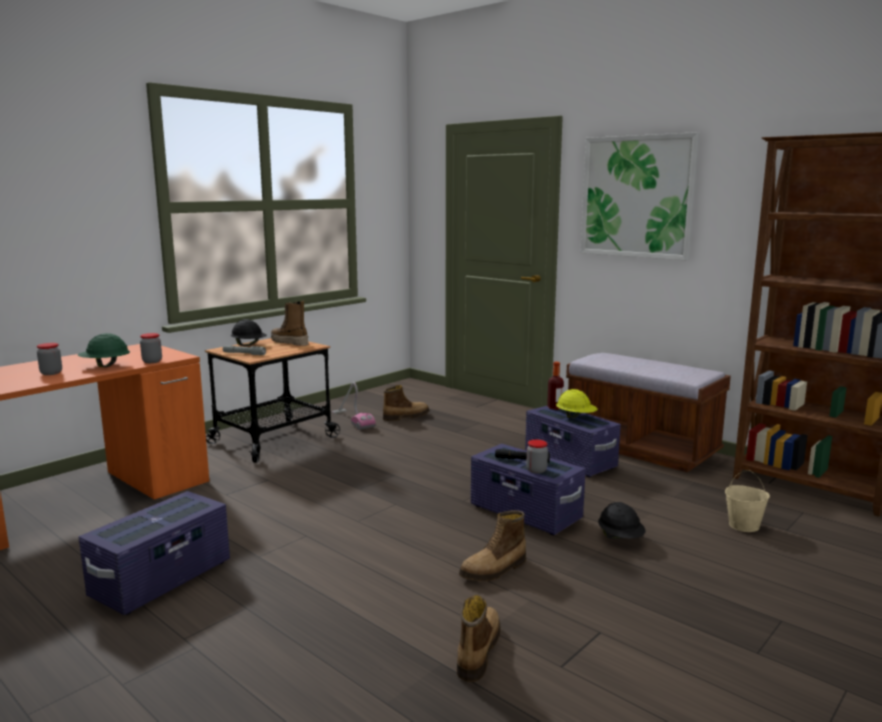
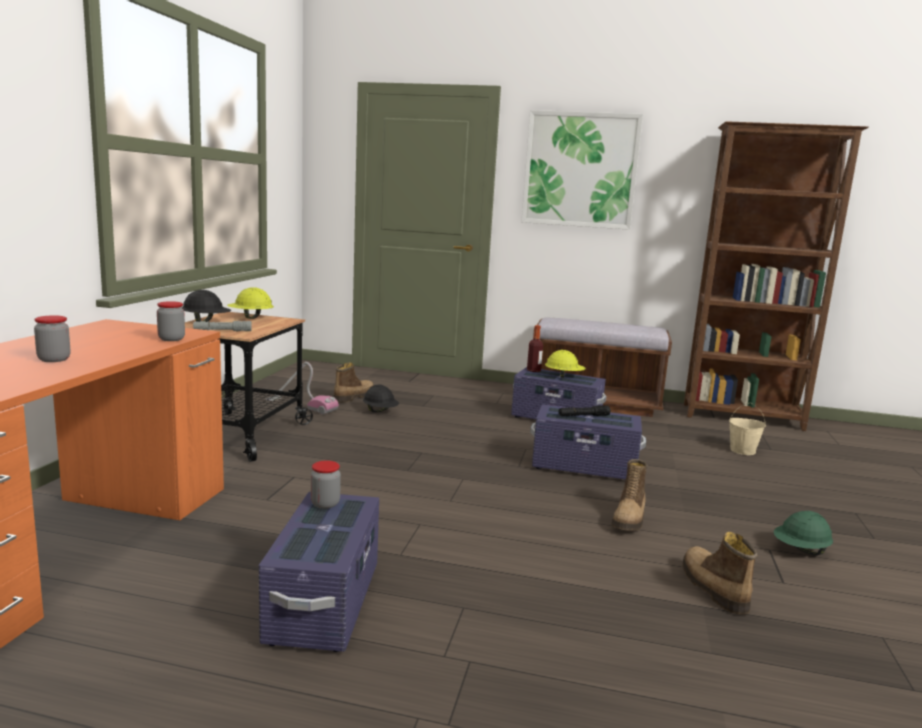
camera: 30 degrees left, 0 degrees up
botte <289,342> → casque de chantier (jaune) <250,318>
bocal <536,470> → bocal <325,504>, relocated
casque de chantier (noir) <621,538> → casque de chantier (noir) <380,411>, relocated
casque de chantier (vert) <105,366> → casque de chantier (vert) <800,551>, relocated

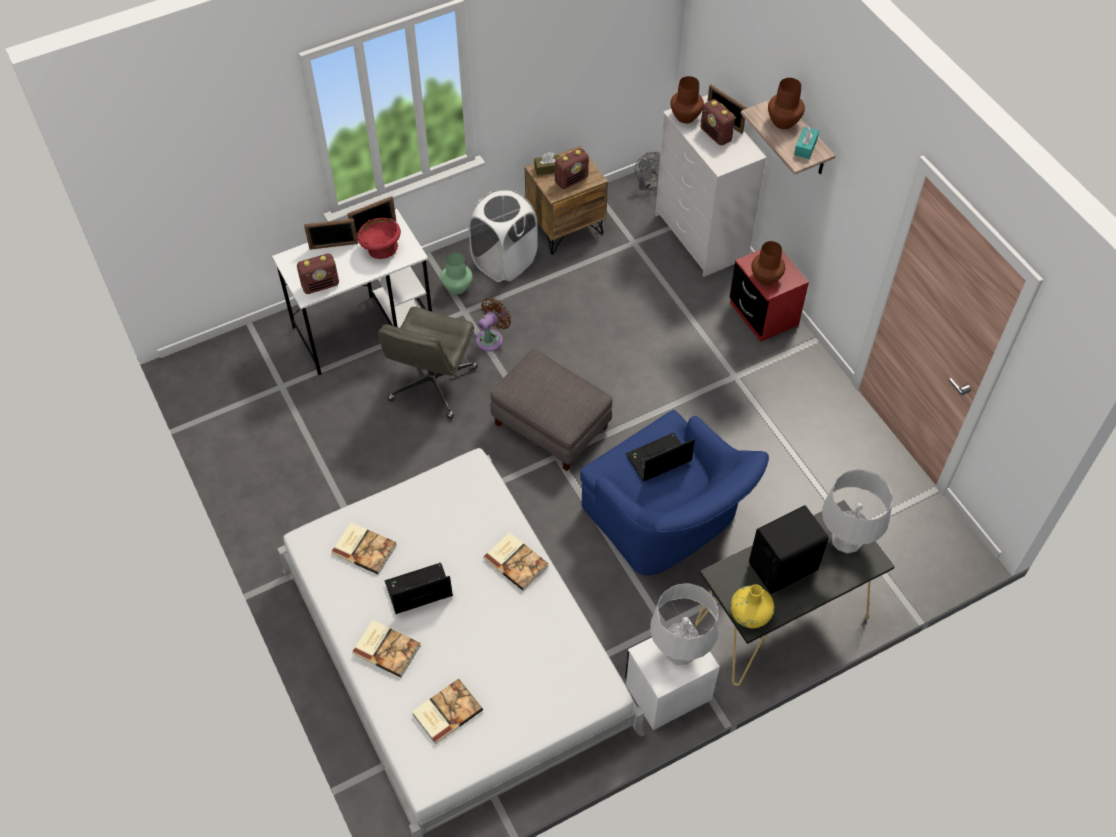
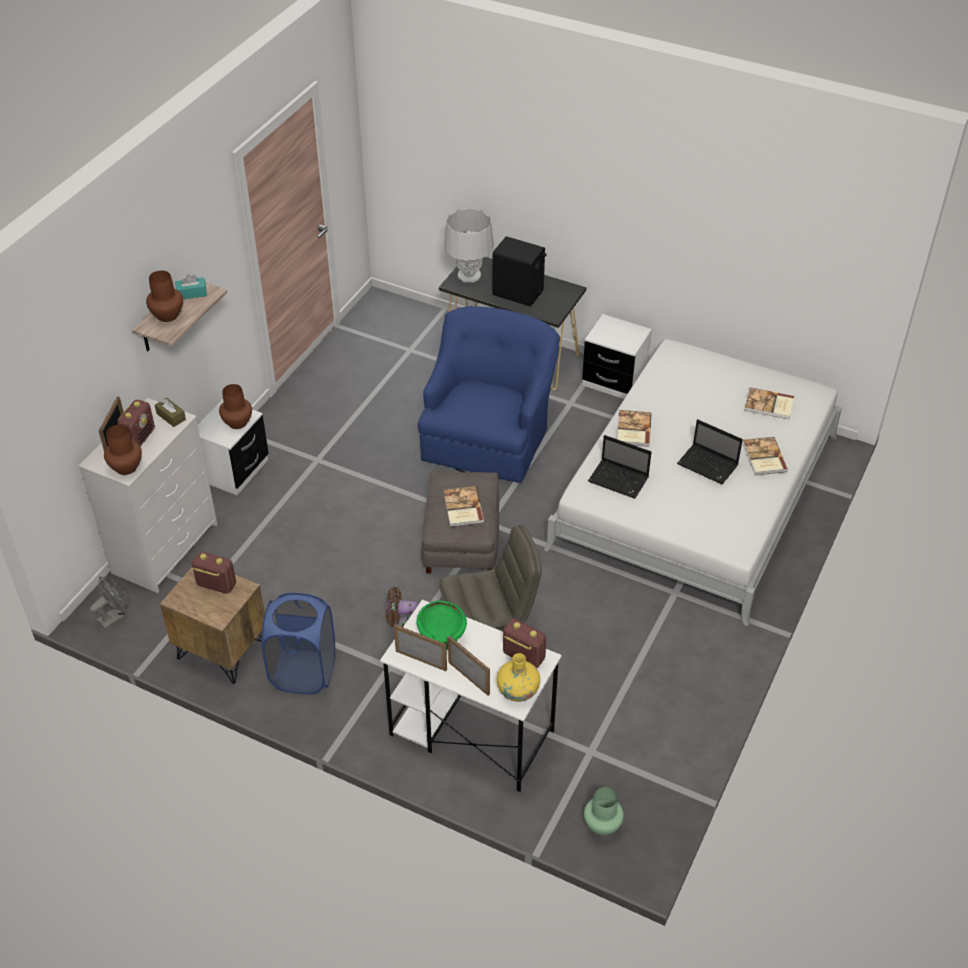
camera: 125 degrees left, 10 degrees down
boîte à mouchoirs (marron) <548,169> → boîte à mouchoirs (marron) <171,416>, relocated
table de chevet (rouge) <763,314> → table de chevet (blanc) <234,470>
panier à linge (blanc) <504,262> → panier à linge (bleu) <303,672>
bol (rouge) <381,249> → bol (vert) <442,638>
livre <364,548> → livre <462,508>, relocated
vase (jaune) <750,615> → vase (jaune) <518,691>, relocated
vase (vert) <457,287> → vase (vert) <601,825>, relocated
ordinateur portable <657,459> → ordinateur portable <619,480>, relocated
lampe de table (gris) <680,650> → -

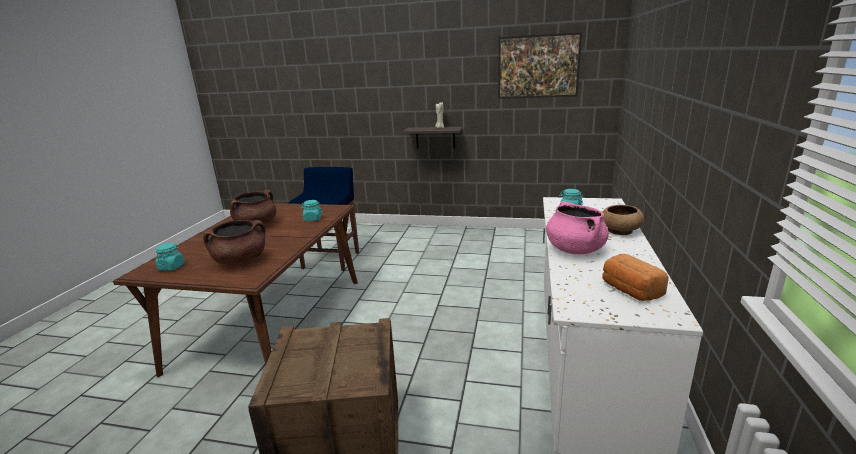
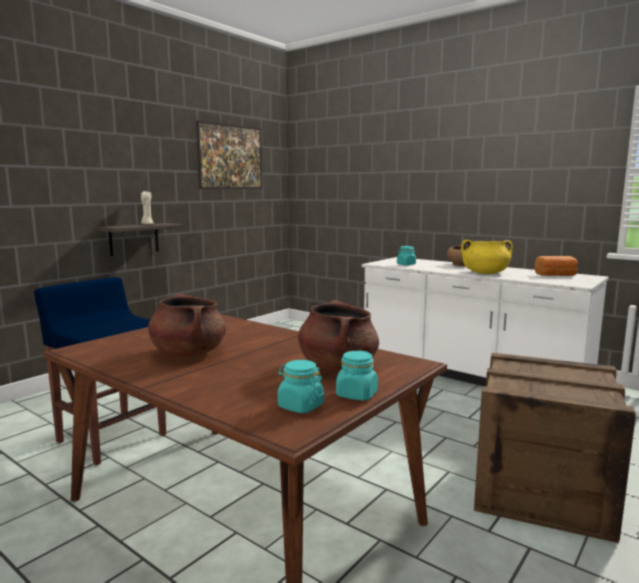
camera: 65 degrees left, 10 degrees down
bocal (turquoise) <312,219> → bocal (turquoise) <356,395>, relocated
marmite (rose) <574,249> → marmite (jaune) <485,273>

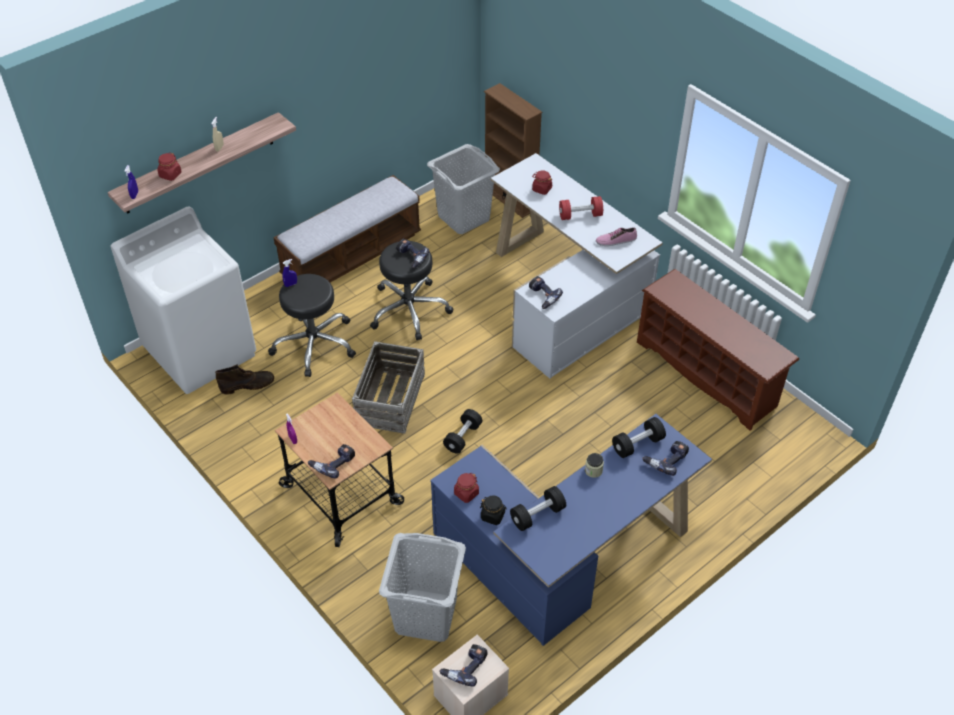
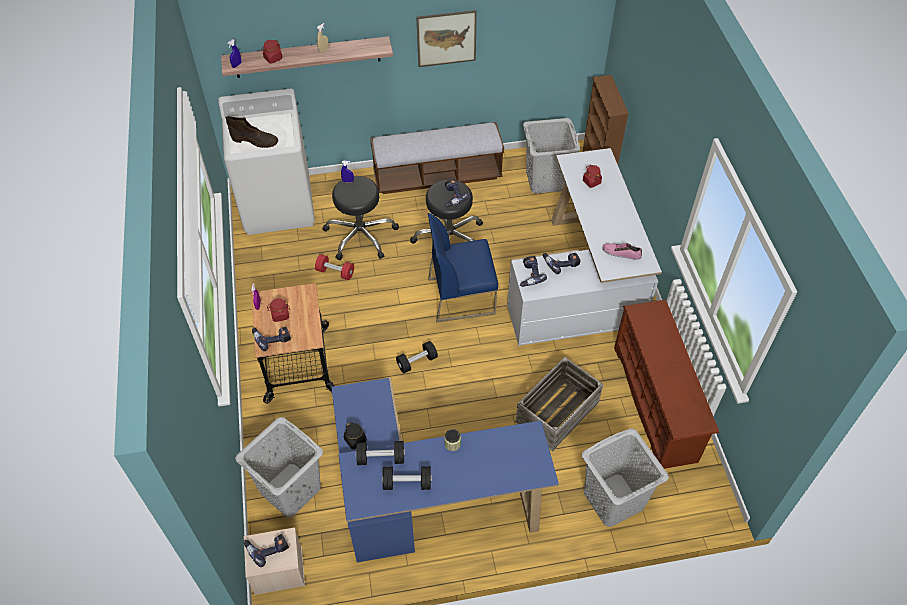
camera: 30 degrees right, 5 degrees up
botte (marron) <248,385> → botte (marron) <255,141>, relocated
bocal (rouge) <466,493> → bocal (rouge) <280,315>, relocated
haltère (rouge) <580,215> → haltère (rouge) <335,272>, relocated
haltère (noir) <637,444> → haltère (noir) <407,483>, relocated
- → tableau <446,38>
- → chaise (bleu) <461,296>
caisse <391,399> → caisse <557,413>, relocated
perceuse <666,460> → perceuse <561,263>, relocated
- → panier à linge (gris) <613,499>

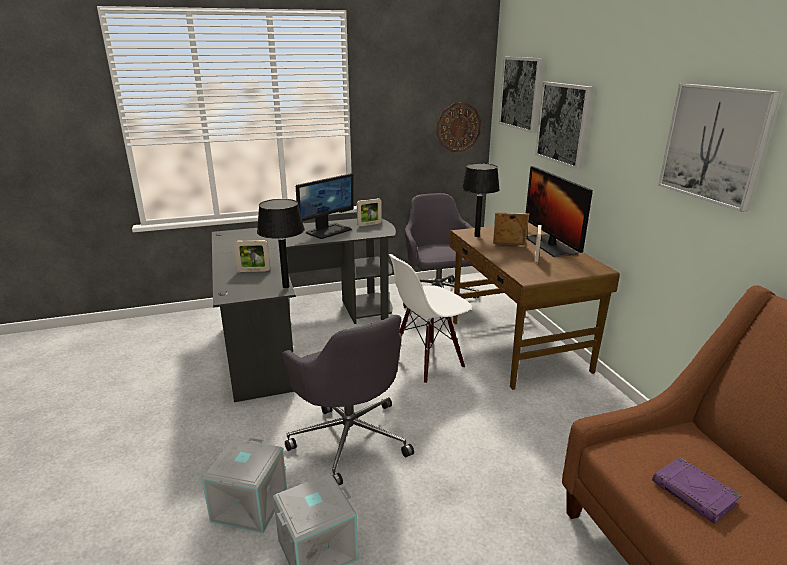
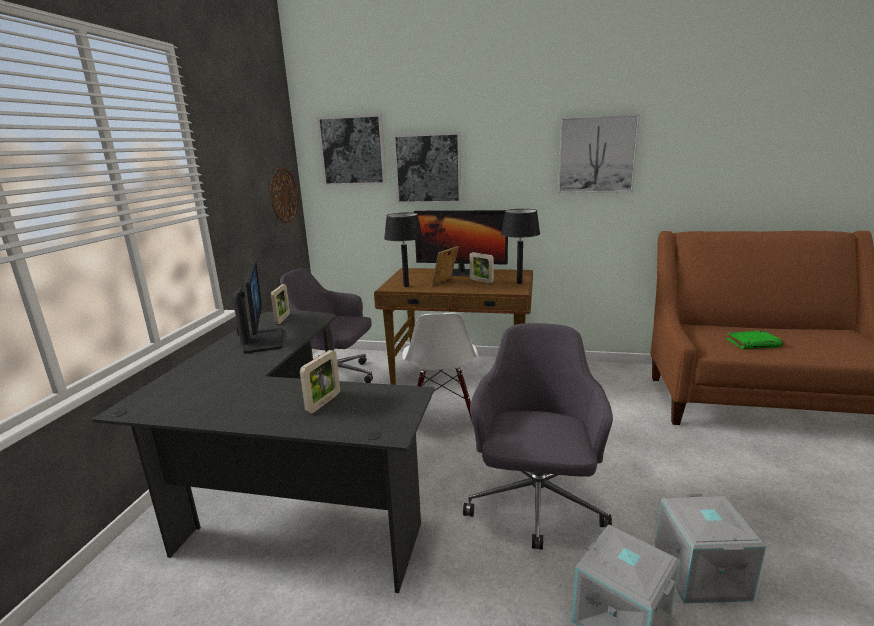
camera: 60 degrees left, 5 degrees down
chaise de bureau (gris) <350,437> → chaise de bureau (gris) <536,504>, 75 degrees counterclockwise
lampe de table (noir) <286,287> → lampe de table (noir) <519,283>, relocated
livre (violet) <695,493> → livre (vert) <753,343>

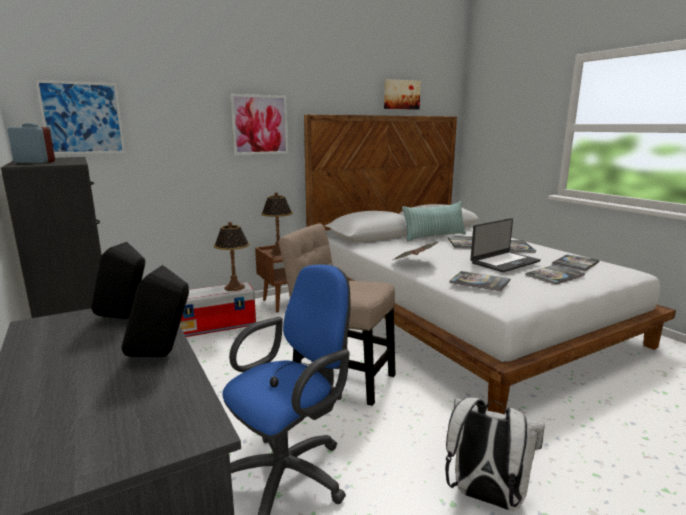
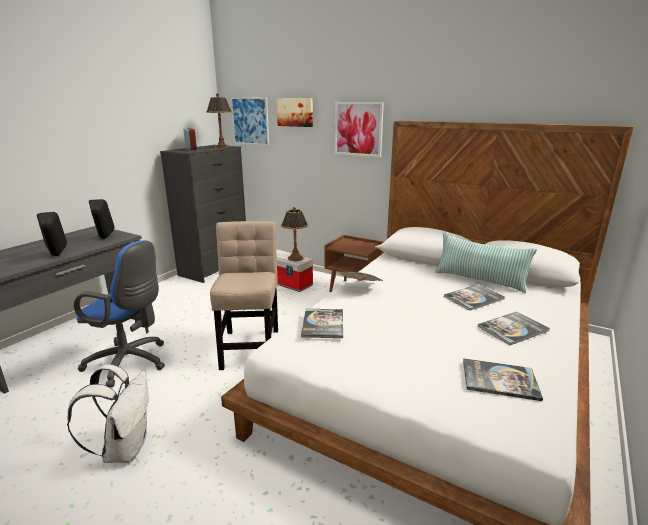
camera: 60 degrees right, 5 degrees up
lampe de table <278,253> → lampe de table <222,147>, relocated
tableau <401,94> → tableau <295,112>, relocated
ordinateur portable <504,262> → -
livre <554,275> → -

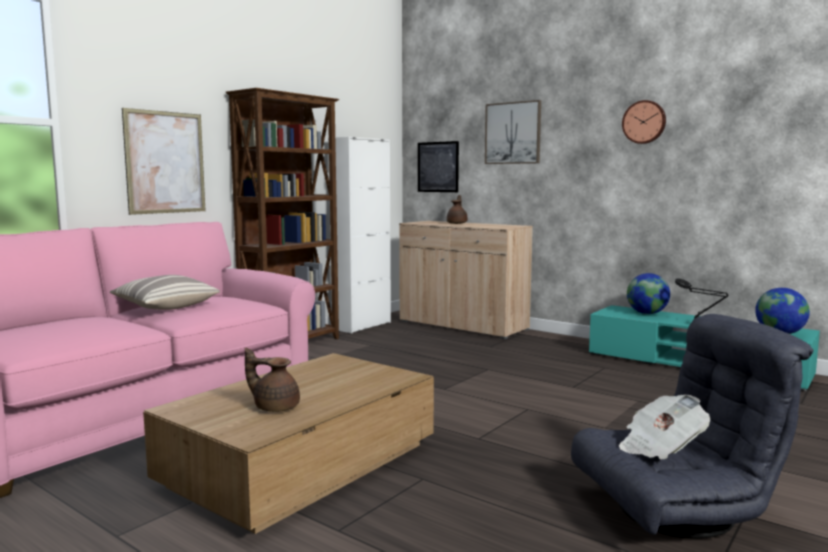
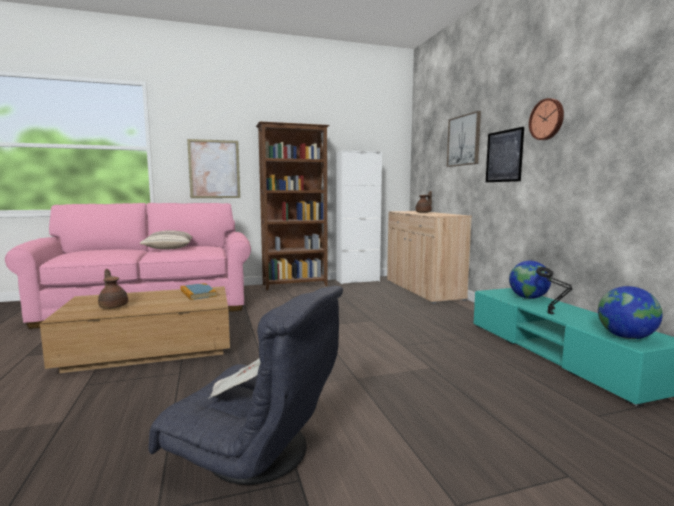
camera: 35 degrees right, 0 degrees up
- → livre <198,293>
tableau <438,167> → tableau <504,156>, relocated

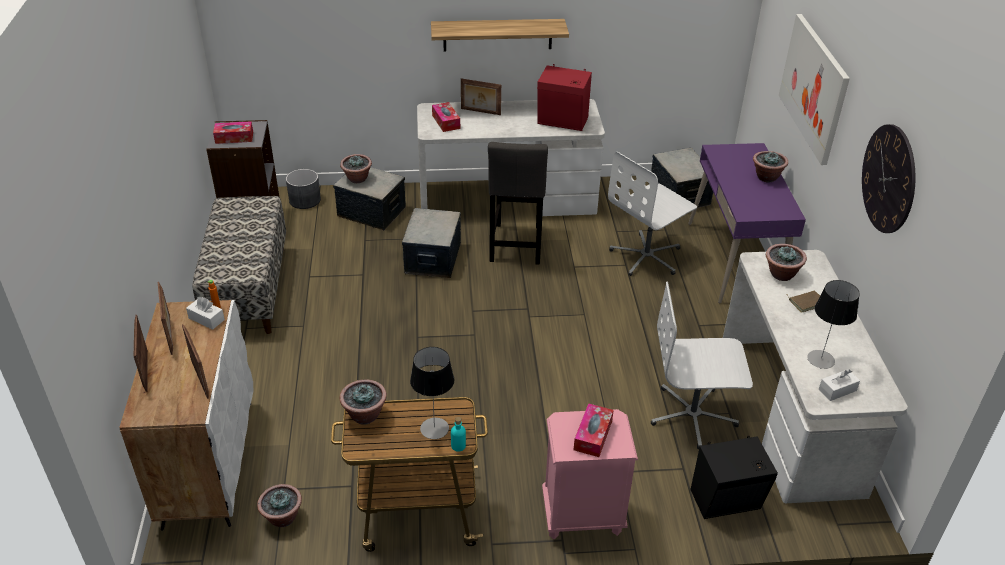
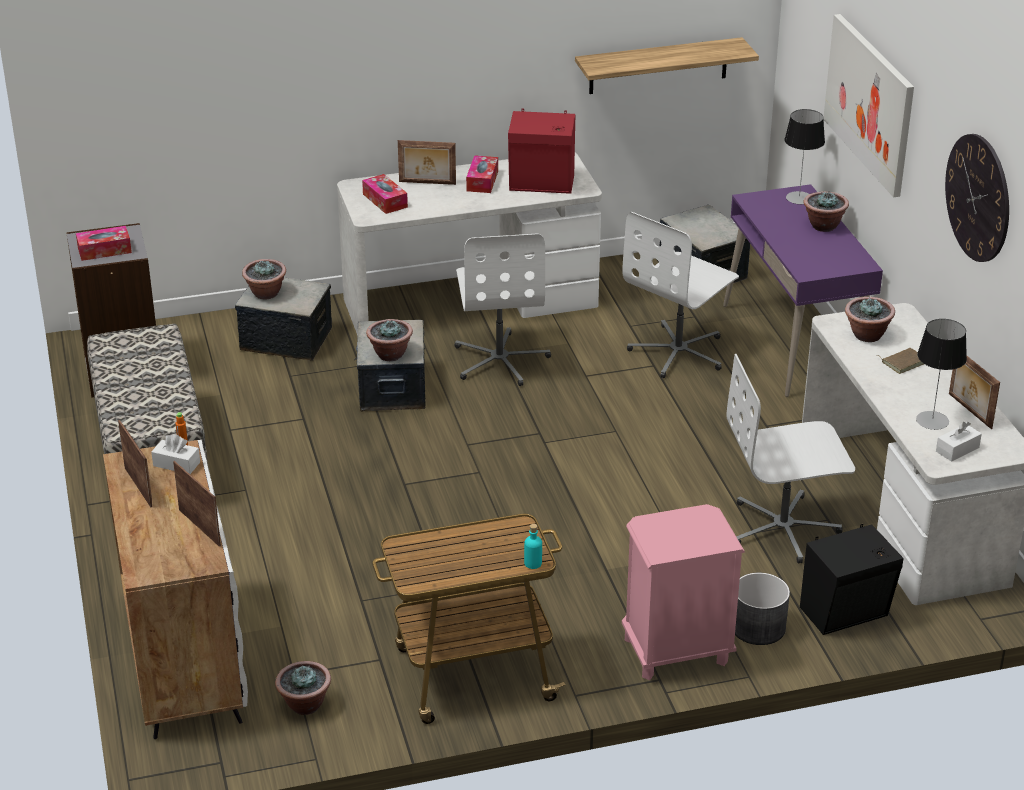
camera: 10 degrees left, 5 degrees down
plante en pot <364,415> → plante en pot <390,354>, relocated
tabouret (gris) <515,246> → chaise de bureau (blanc) <500,360>
boîte à mouchoirs <593,435> → boîte à mouchoirs <482,181>, relocated
étagère <497,35> → étagère <658,66>, relocated
cache-pot (gris) <304,200> → cache-pot (gris) <757,627>, relocated
lampe de table <434,428> → lampe de table <799,198>, relocated
cadre photo <145,370> → cadre photo <969,411>, relocated

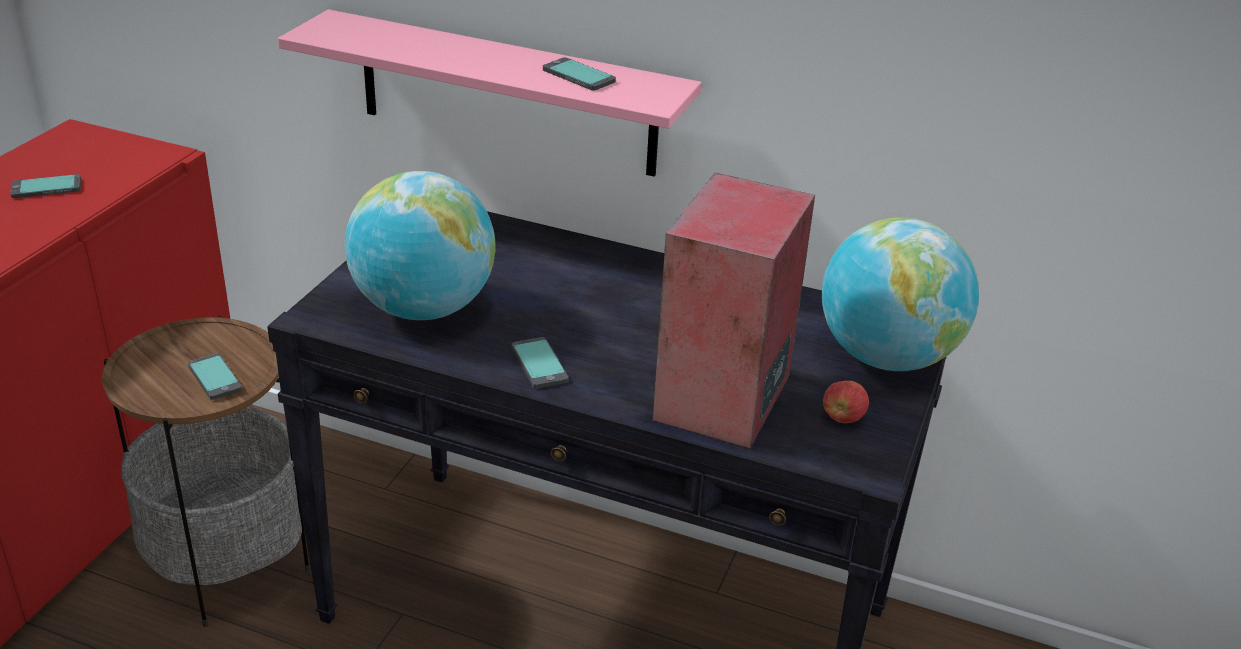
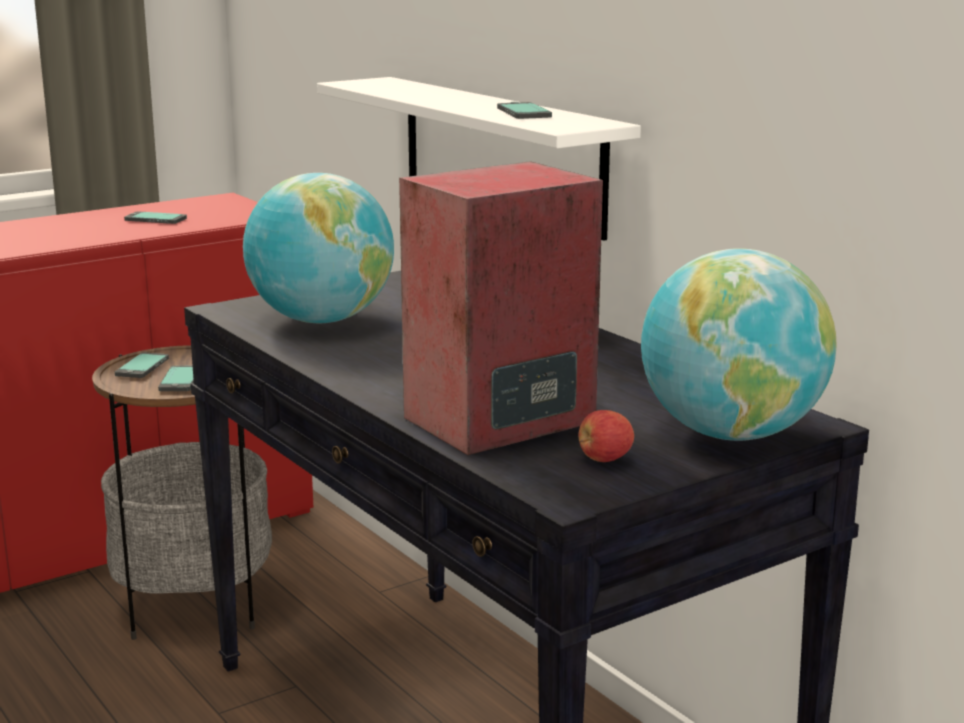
camera: 35 degrees right, 15 degrees down
téléphone <539,364> → téléphone <142,367>, relocated
étagère (rose) <506,94> → étagère (blanc) <500,153>

